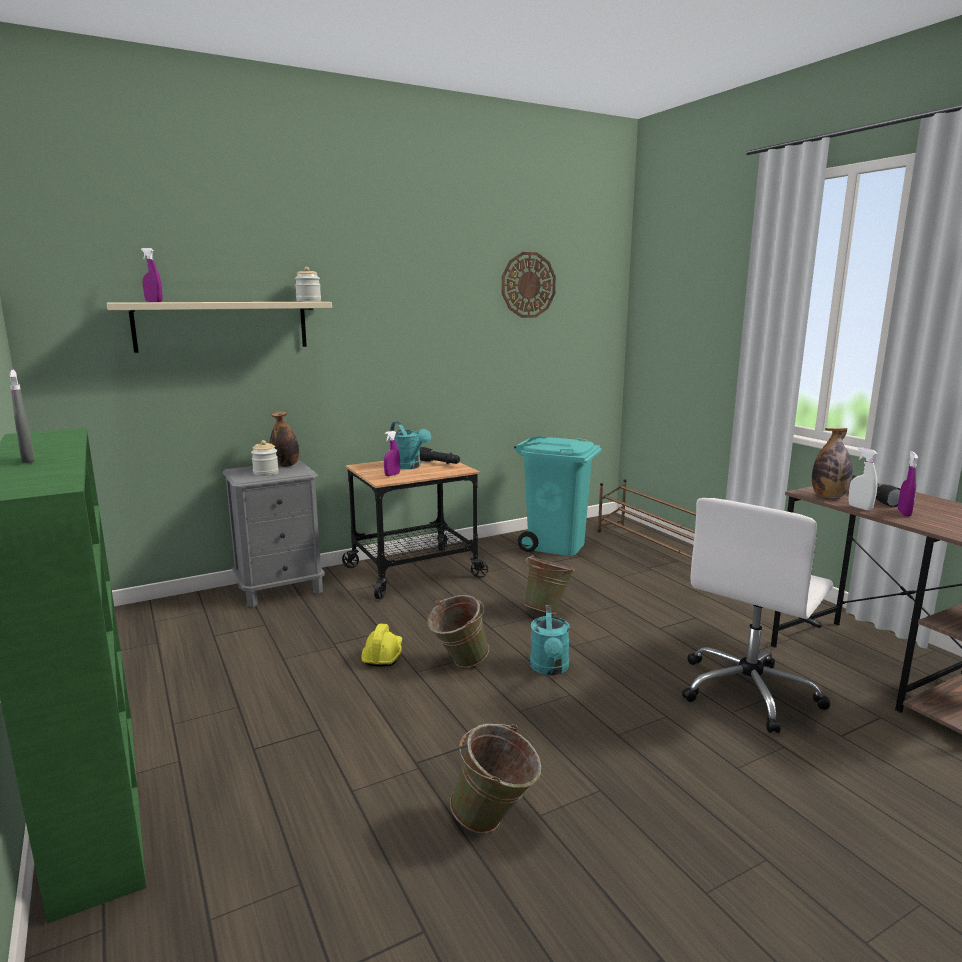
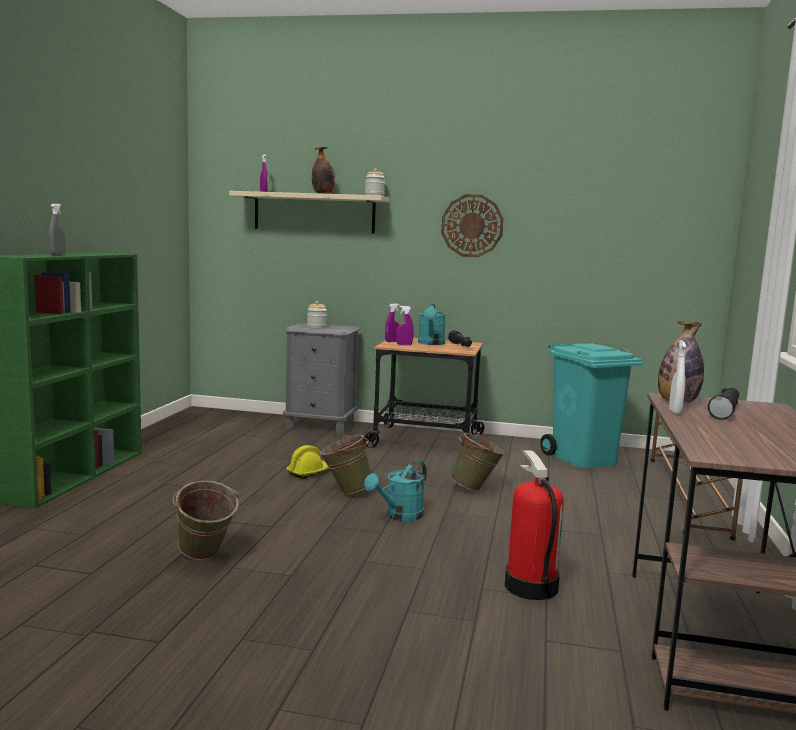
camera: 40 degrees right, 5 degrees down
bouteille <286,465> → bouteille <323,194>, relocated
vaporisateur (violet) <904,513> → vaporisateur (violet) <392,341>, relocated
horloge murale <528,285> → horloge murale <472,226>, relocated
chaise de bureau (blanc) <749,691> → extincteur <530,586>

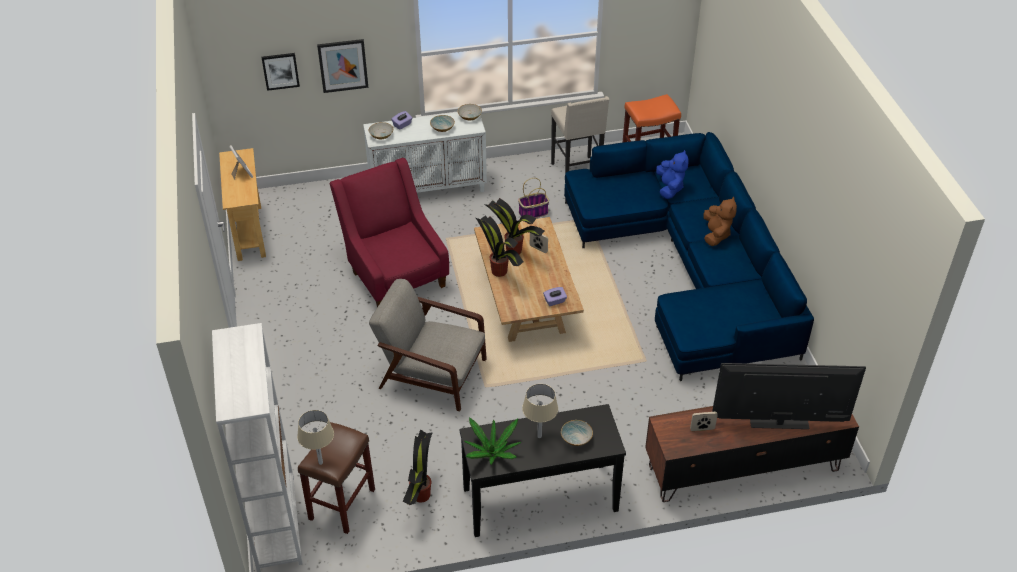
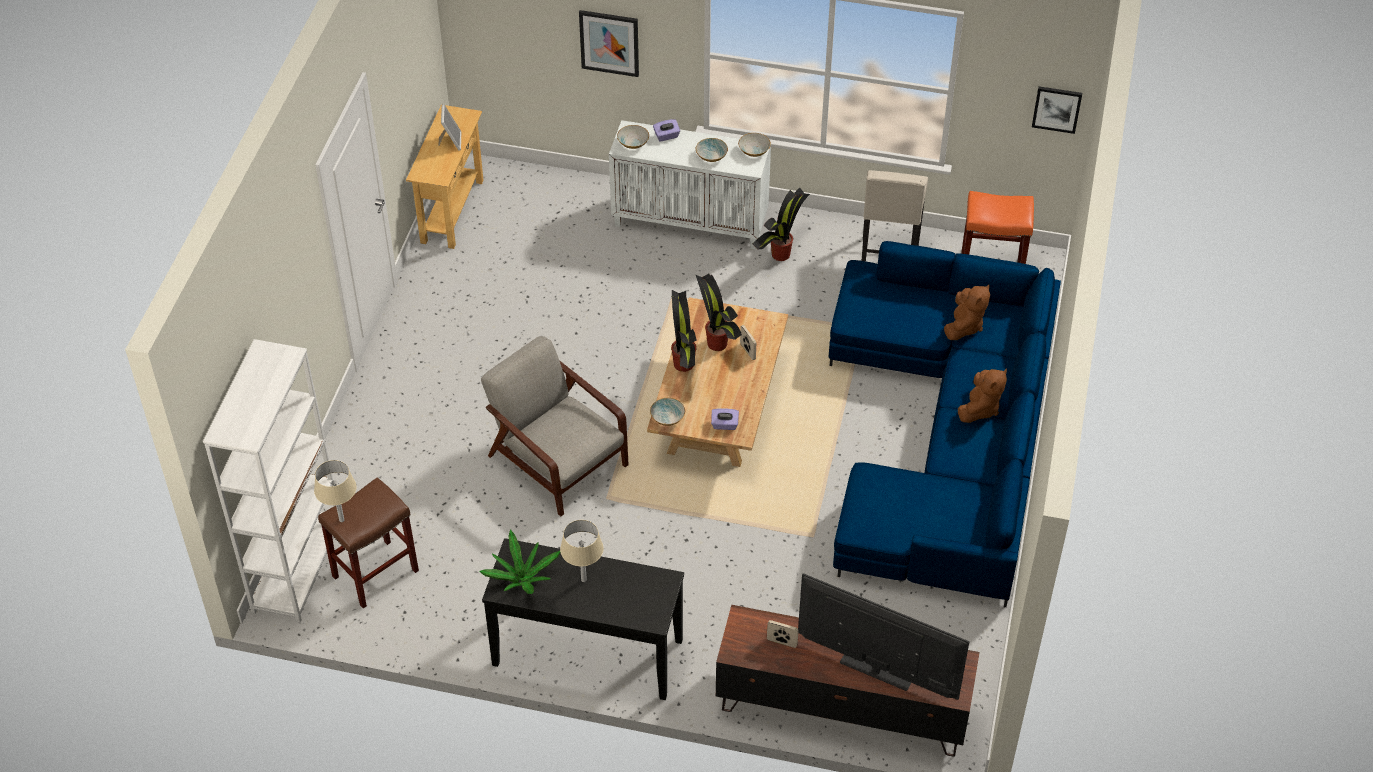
camera: 25 degrees right, 5 degrees up
bol <576,438> → bol <668,418>, relocated
plante en pot <421,496> → plante en pot <780,255>, relocated
peluche (bleu) <669,188> → peluche (marron) <964,326>
tableau <280,71> → tableau <1057,109>, relocated
fauteuil (rouge) <395,274> → -
panier <533,213> → -

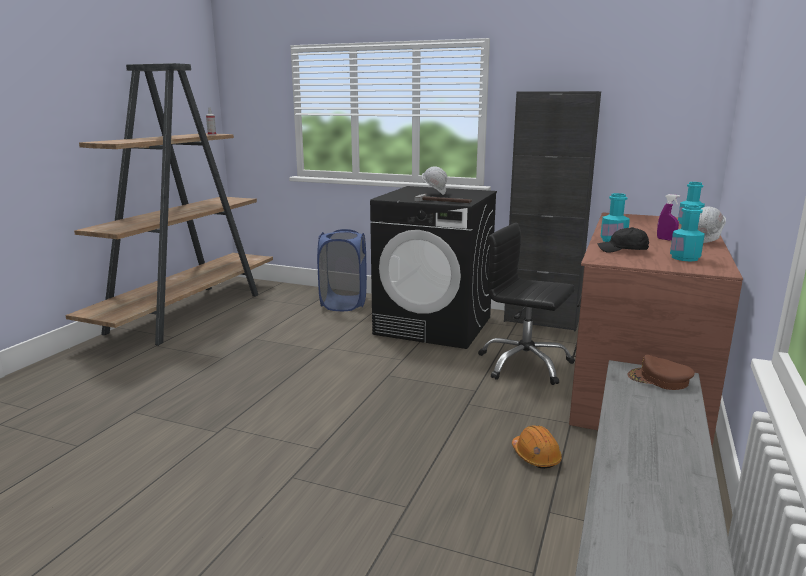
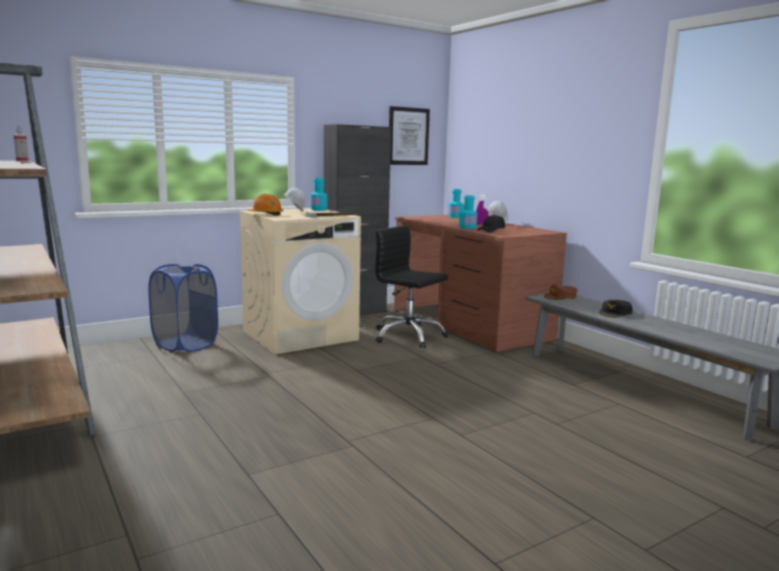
camera: 55 degrees left, 5 degrees down
lave-linge (noir) <434,325> → lave-linge (beige) <300,335>
casque de chantier (orange) <536,456> → casque de chantier (orange) <266,214>, relocated
bouteille (turquoise) <684,258> → bouteille (turquoise) <318,209>, relocated
chaise de bureau (noir) <524,364> → chaise de bureau (noir) <408,336>, 60 degrees clockwise
- → tableau <408,136>
- → casquette (noir) <615,313>

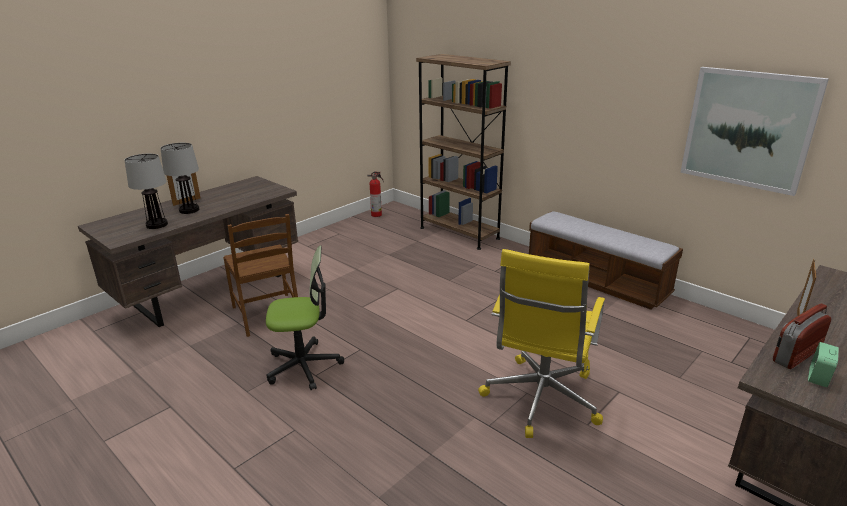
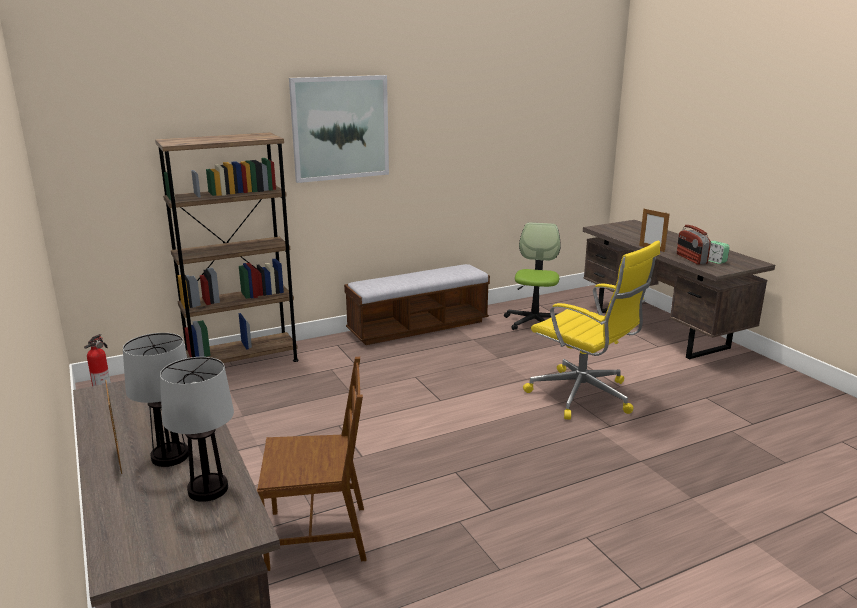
camera: 70 degrees left, 5 degrees down
tableau <748,129> → tableau <340,128>, relocated
chaise de bureau <304,366> → chaise de bureau <534,322>, relocated

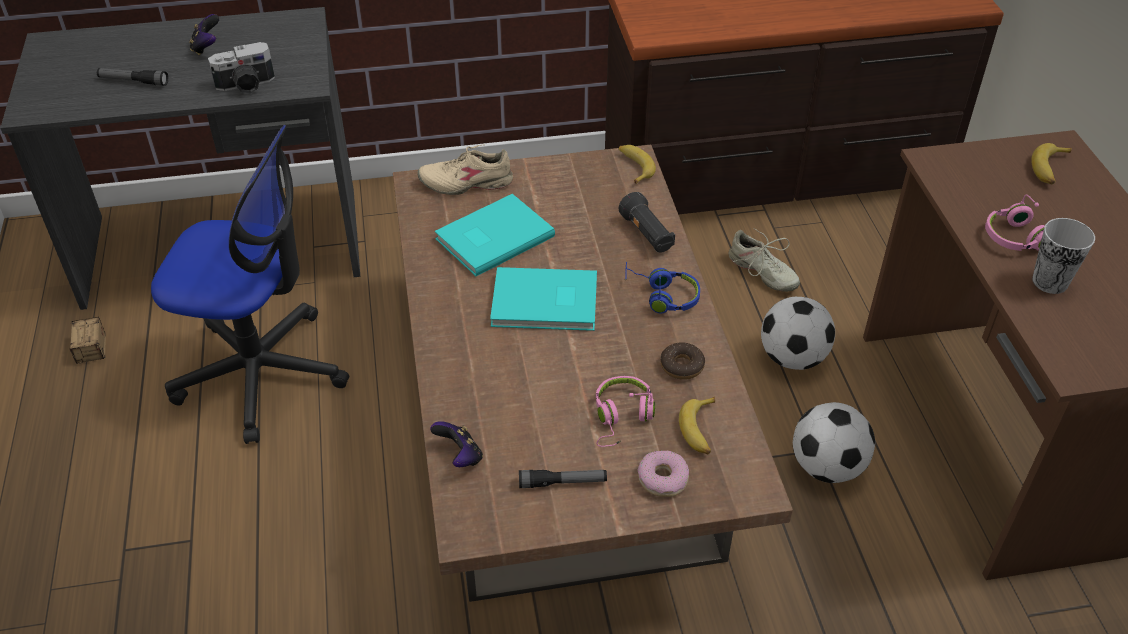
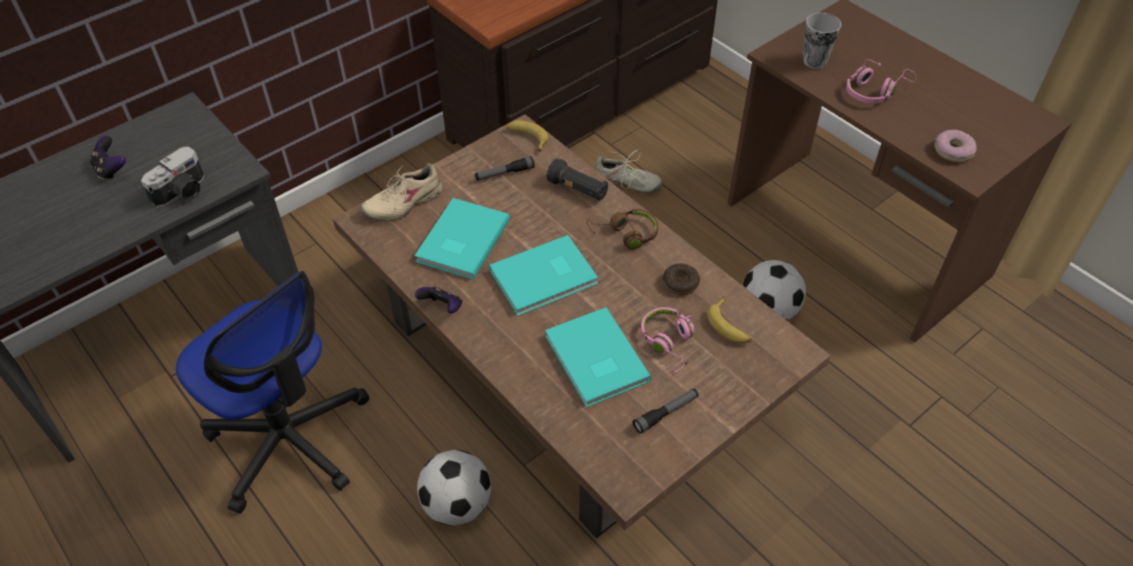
camera: 30 degrees left, 5 degrees up
chaise de bureau <261,373> → chaise de bureau <289,440>, 60 degrees clockwise
manette <460,456> → manette <442,308>, relocated
ballon de foot <792,357> → ballon de foot <457,504>, relocated
lampe de poche <133,81> → lampe de poche <504,173>, relocated
- → livre (turquoise) <595,360>
casque audio (bleu) <661,296> → casque audio (marron) <625,234>
tasse <1050,282> → tasse <814,61>, relocated
beignet <663,479> → beignet <953,151>, relocated
boîte de rangement <90,367> → -
banane <1049,169> → -

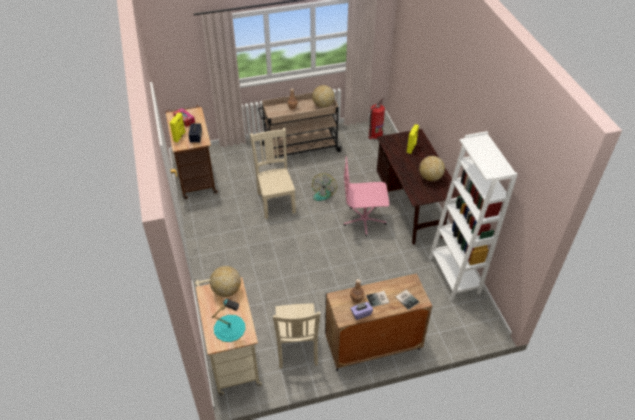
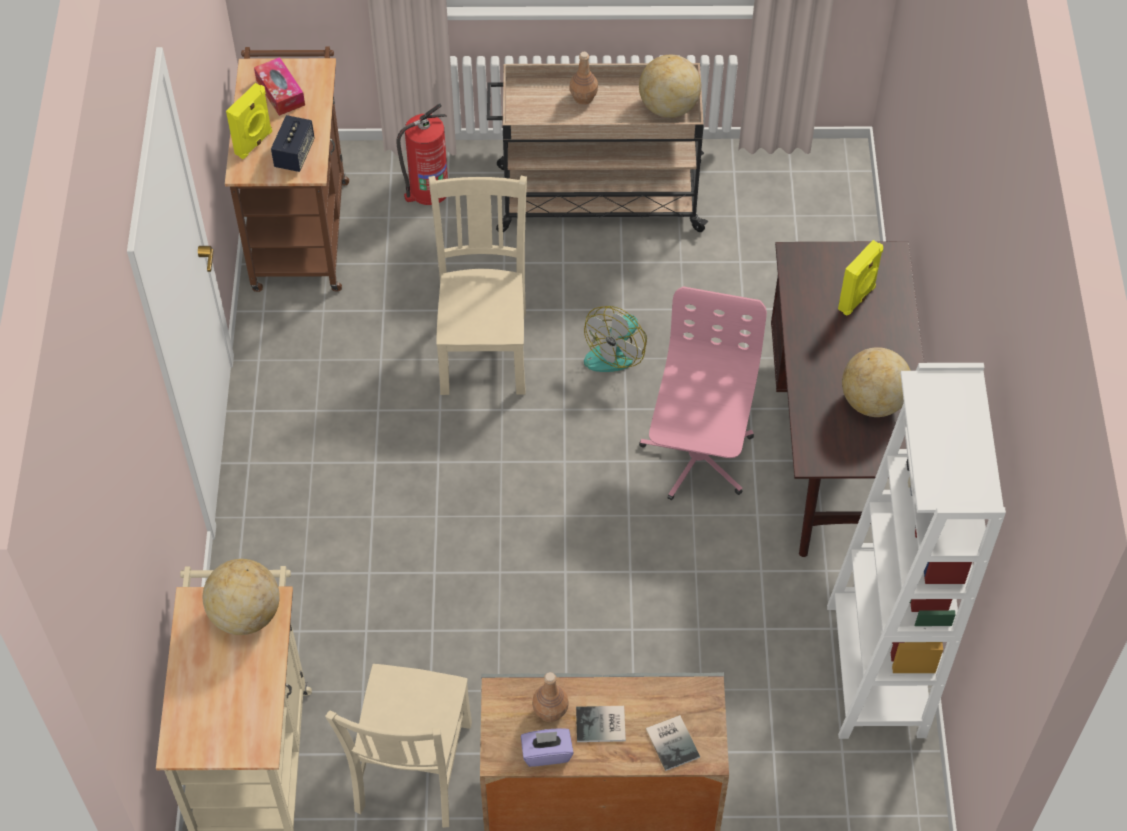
camera: 15 degrees right, 10 degrees up
extincteur <375,134> → extincteur <428,190>, relocated
chaise de bureau (rose) <364,220> → chaise de bureau (rose) <697,456>, 90 degrees clockwise
lampe de table (turquoise) <229,328> → -

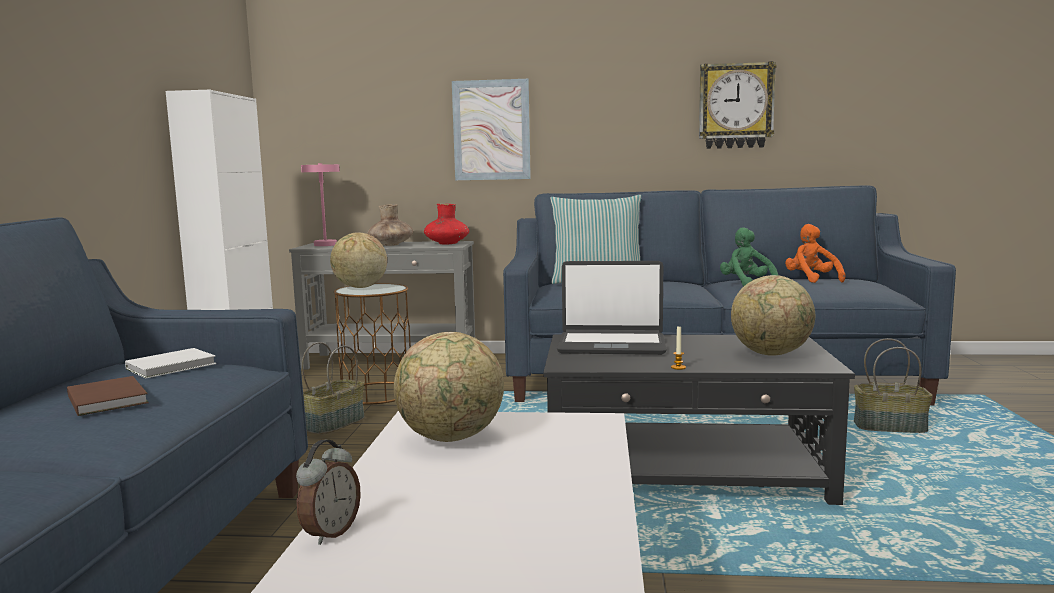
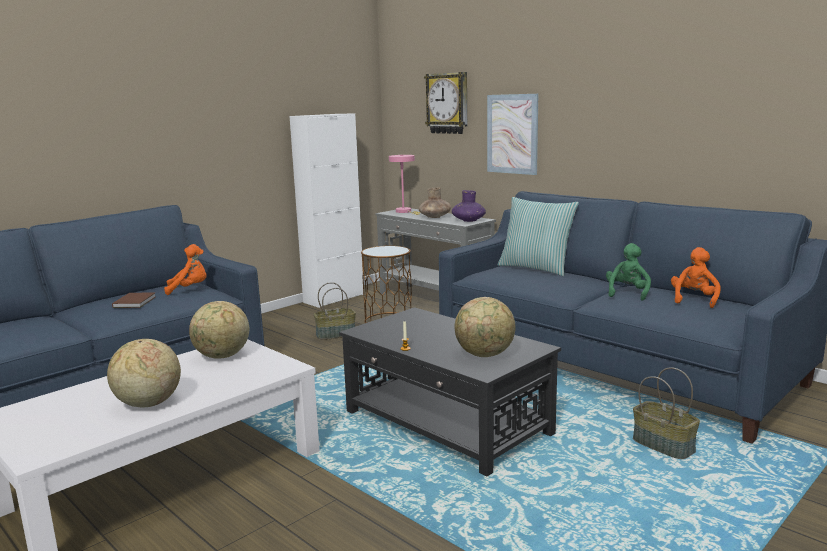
camera: 40 degrees right, 5 degrees up
globe <360,287> → globe <148,404>, relocated
livre (blanc) <174,366> → peluche (orange) <189,289>
horloge murale <735,106> → horloge murale <447,103>, relocated
vase (rouge) <447,243> → vase (violet) <468,220>
réveil <330,533> → -
ordinateur portable <611,345> → -

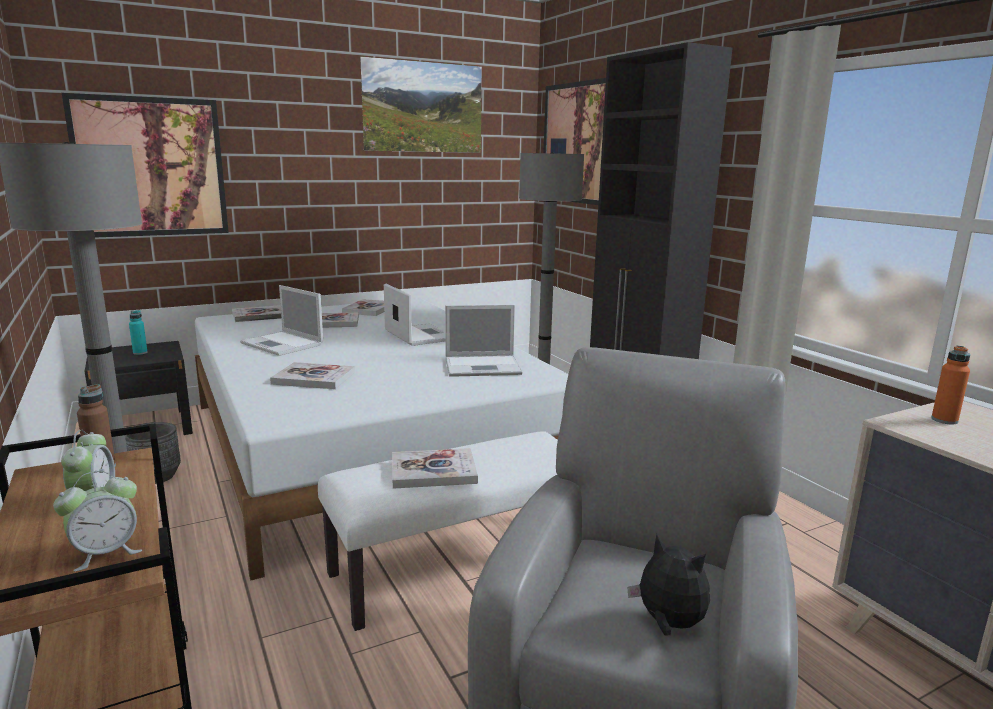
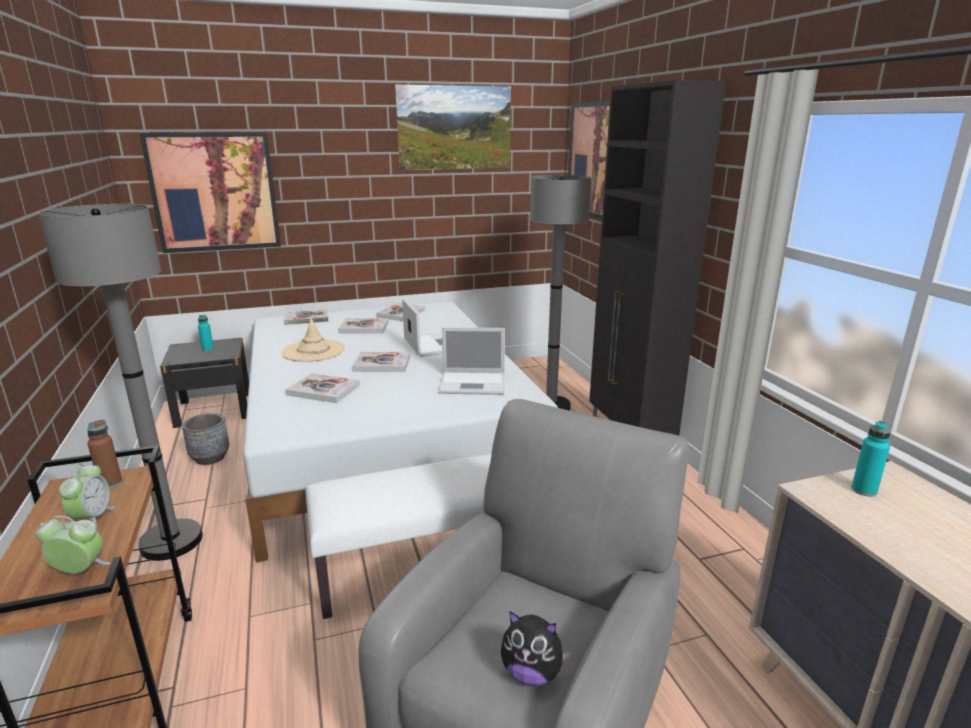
camera: 10 degrees right, 5 degrees up
réveil <106,553> → réveil <80,571>, 150 degrees counterclockwise
ordinateur portable <283,344> → chapeau (beige) <313,351>
livre <433,471> → livre <382,364>, relocated
peluche <668,624> → peluche <532,673>, 150 degrees clockwise
bouteille (orange) <944,420> → bouteille (turquoise) <864,490>

